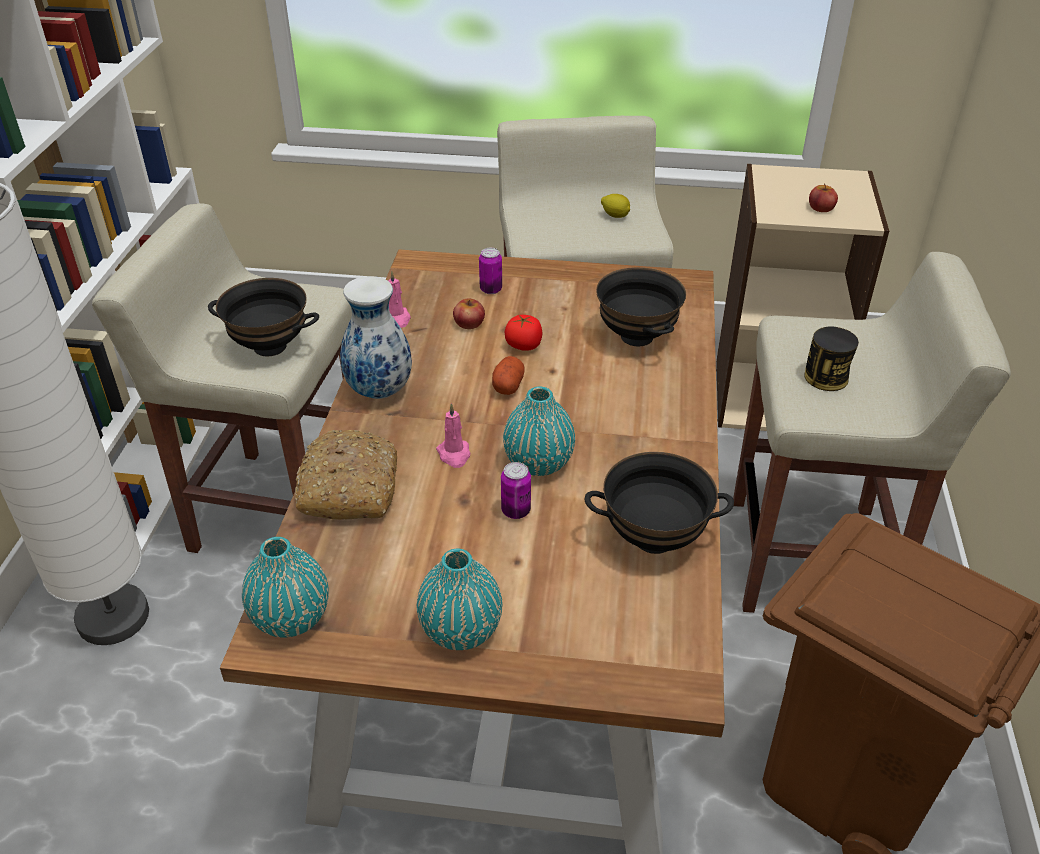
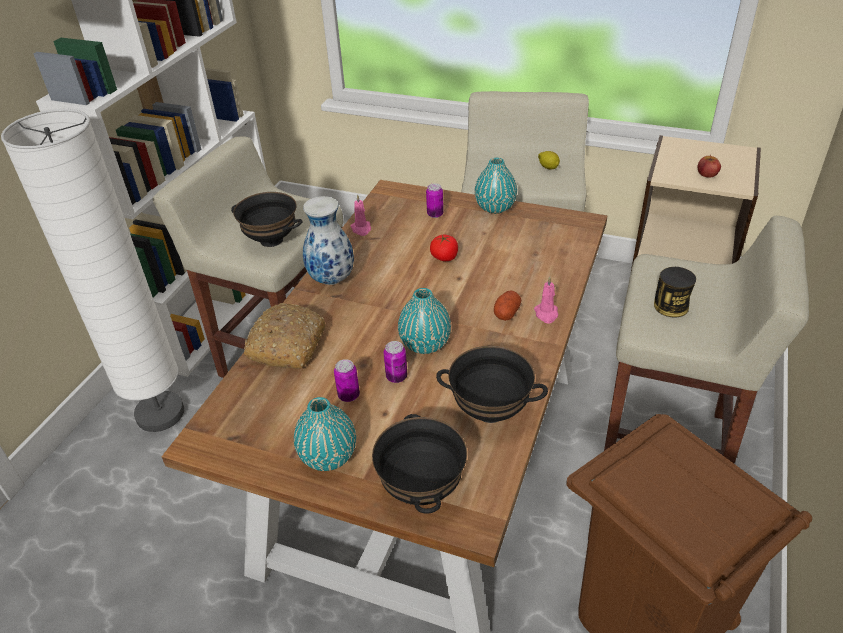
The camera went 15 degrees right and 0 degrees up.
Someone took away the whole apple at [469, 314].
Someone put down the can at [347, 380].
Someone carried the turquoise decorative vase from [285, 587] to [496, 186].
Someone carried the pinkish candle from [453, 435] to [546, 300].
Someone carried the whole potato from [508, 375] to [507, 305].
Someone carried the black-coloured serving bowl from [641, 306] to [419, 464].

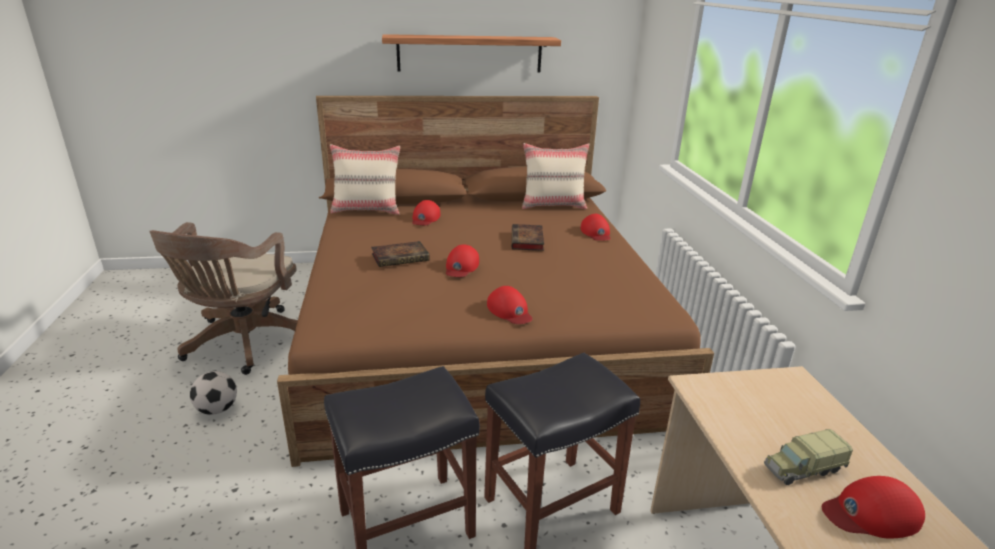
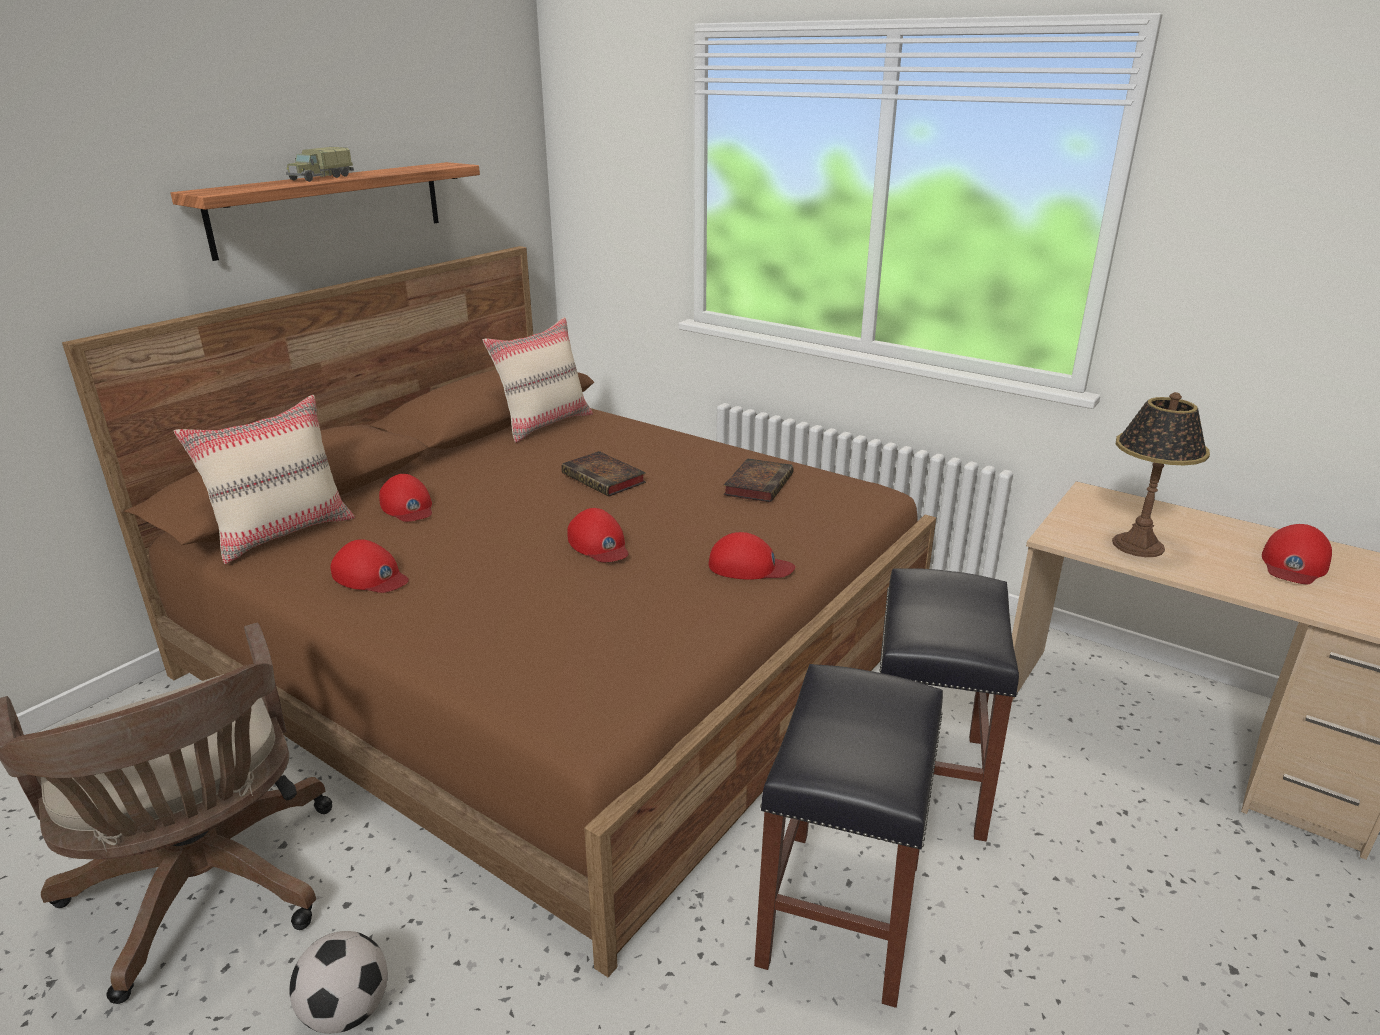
The camera went 45 degrees left and 0 degrees up.
Someone put down the lamp for a table at [1161, 474].
Someone carried the volume from [400, 254] to [758, 480].
Someone carried the reddish cap from [596, 227] to [369, 566].
Someone carried the toy lorry from [808, 457] to [320, 164].

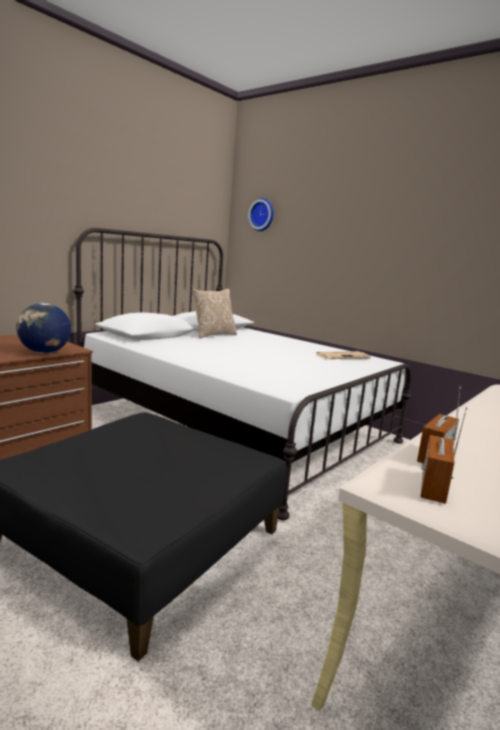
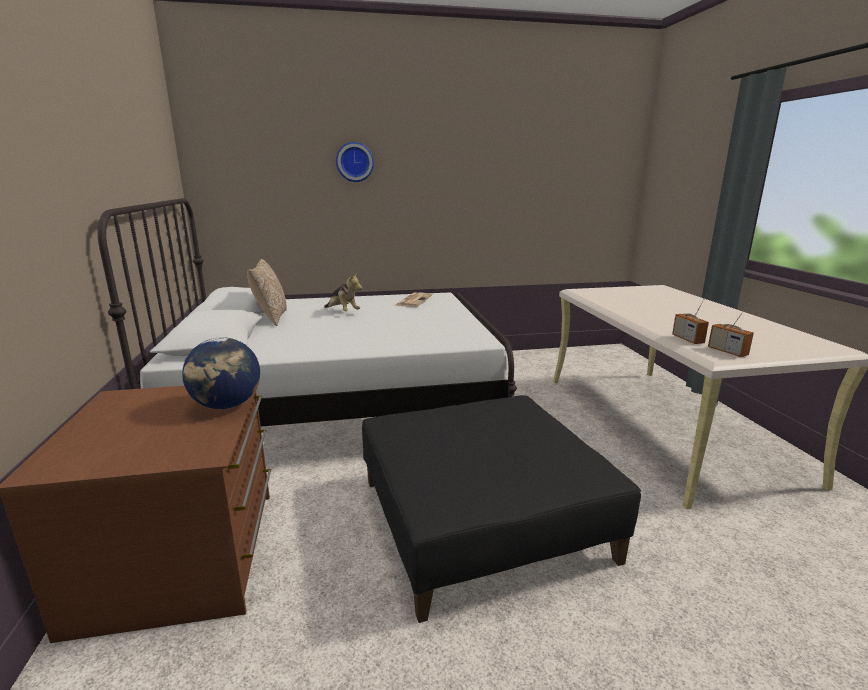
The camera went 50 degrees left and 5 degrees up.
Someone put down the cuddly toy at [343, 292].
Someone carried the clock on the wall from [261, 214] to [355, 162].

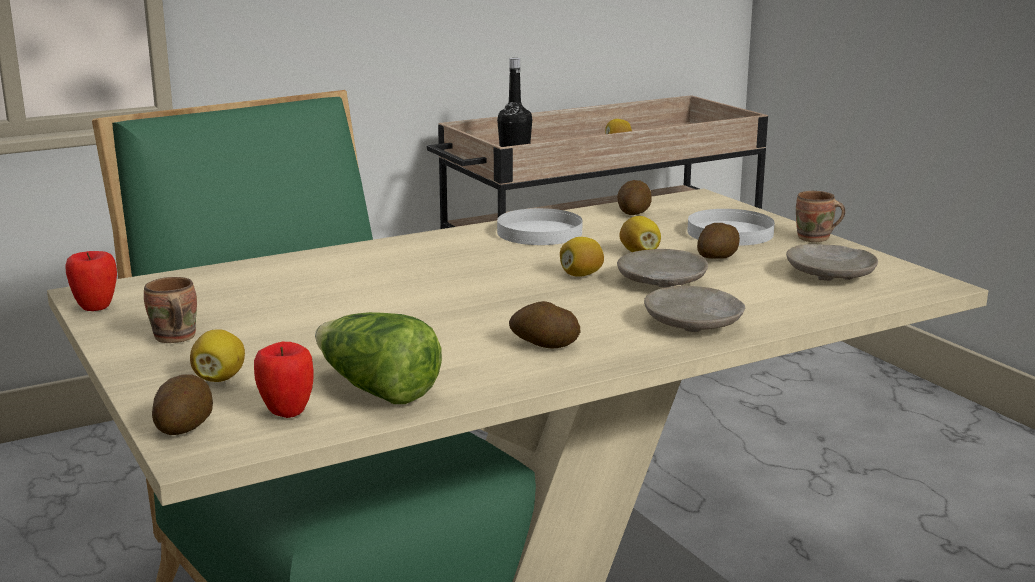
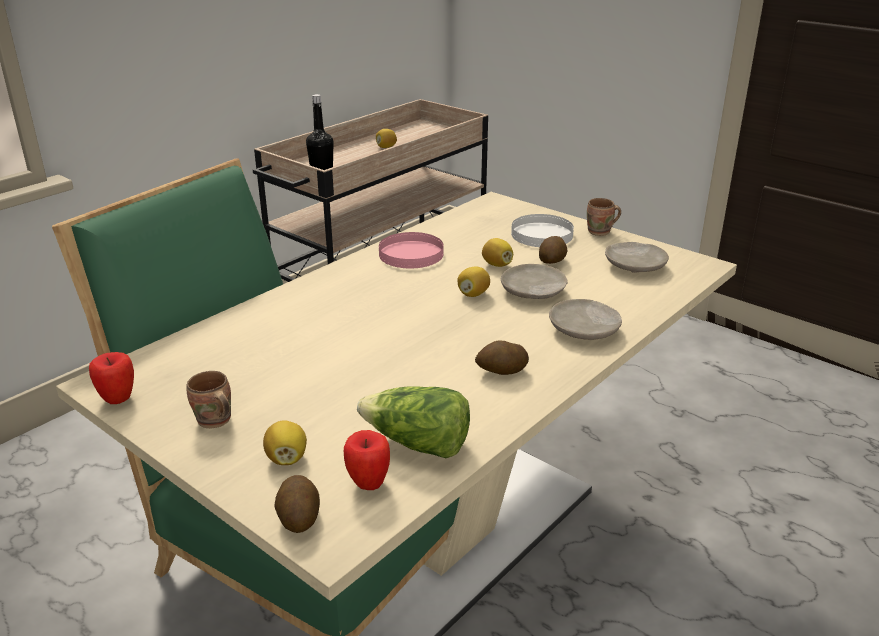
The camera went 20 degrees left and 10 degrees up.
Someone took away the whole potato at [634, 197].
Someone repainted the white flat dish at [540, 226], which became the pinkish flat dish at [411, 250].

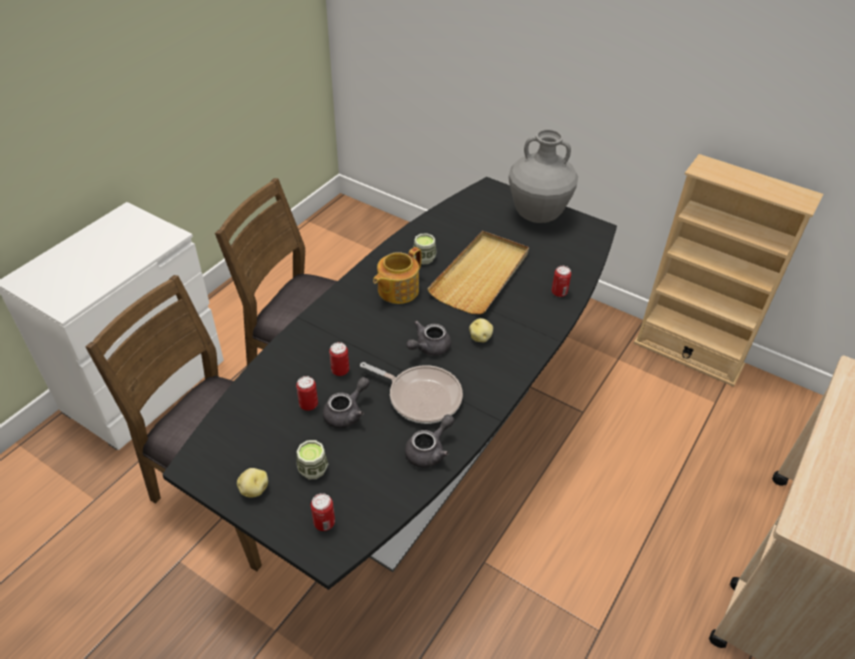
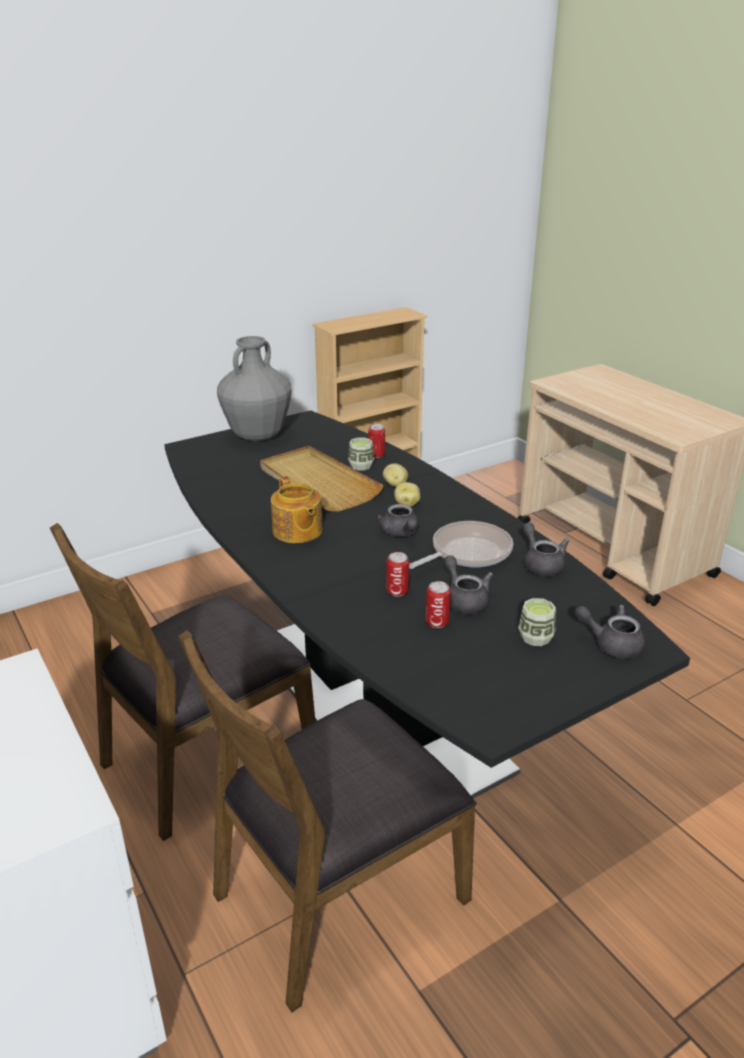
The camera went 65 degrees left and 15 degrees down.
Someone carried the whole potato from [252, 483] to [395, 475].
Someone carried the drinking cup from [425, 248] to [361, 454].
Someone swapped the can at [323, 512] for the greyish pot for tea at [609, 632].

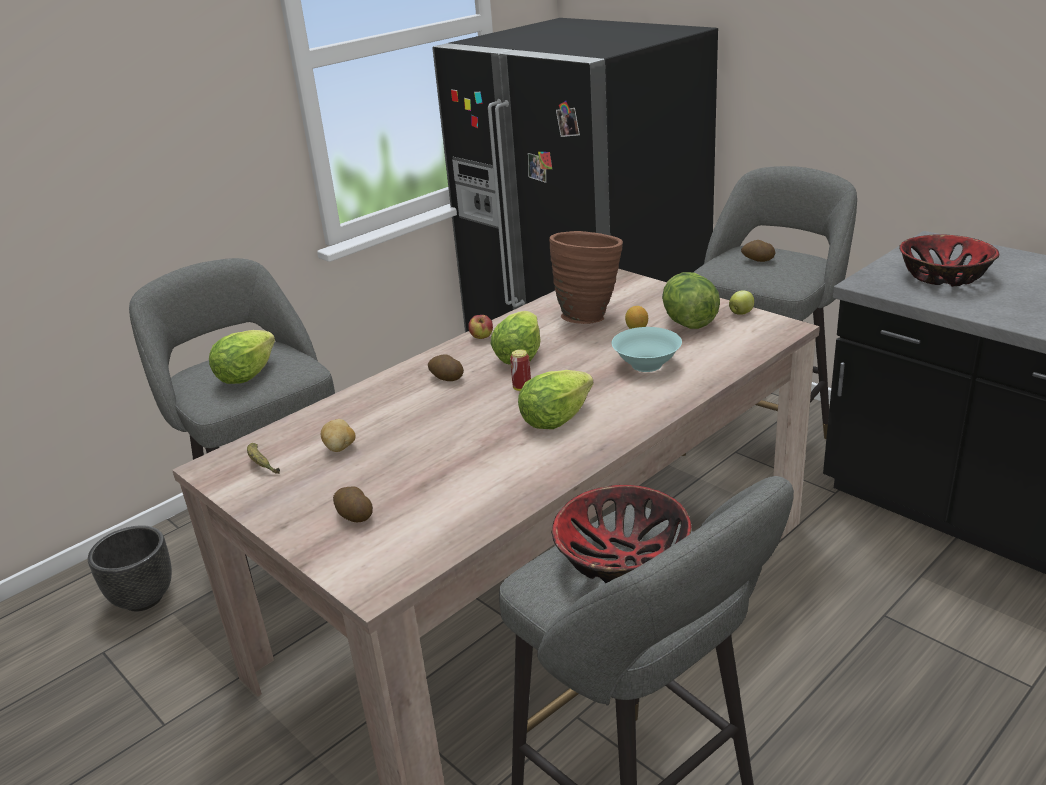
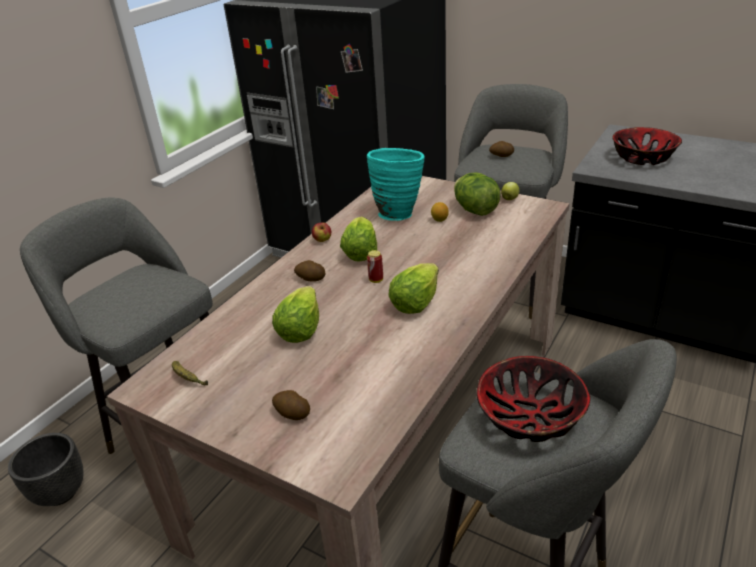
The camera went 15 degrees left and 5 degrees up.
Someone took away the whole potato at [338, 435].
Someone took away the turquoise serving bowl at [647, 349].
Someone carried the head of lettuce from [242, 357] to [295, 314].
Someone repainted the brown-coloured decorative vase at [586, 277], which became the turquoise decorative vase at [396, 184].

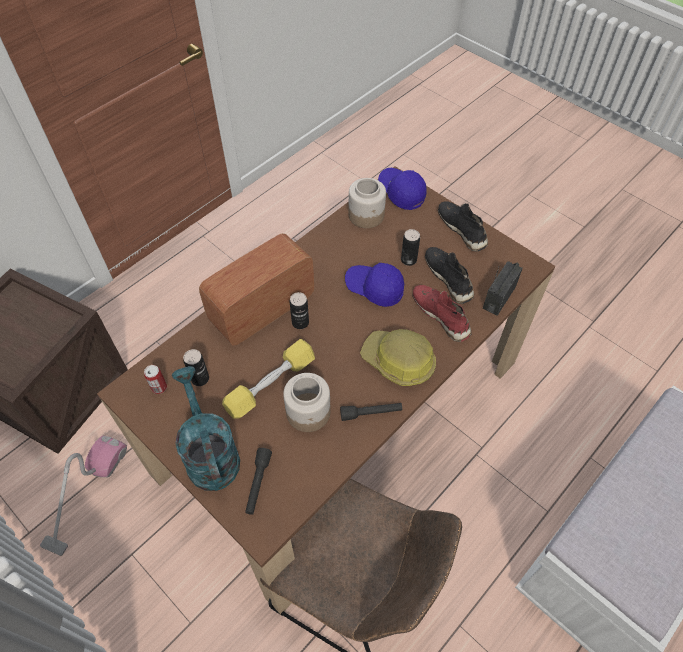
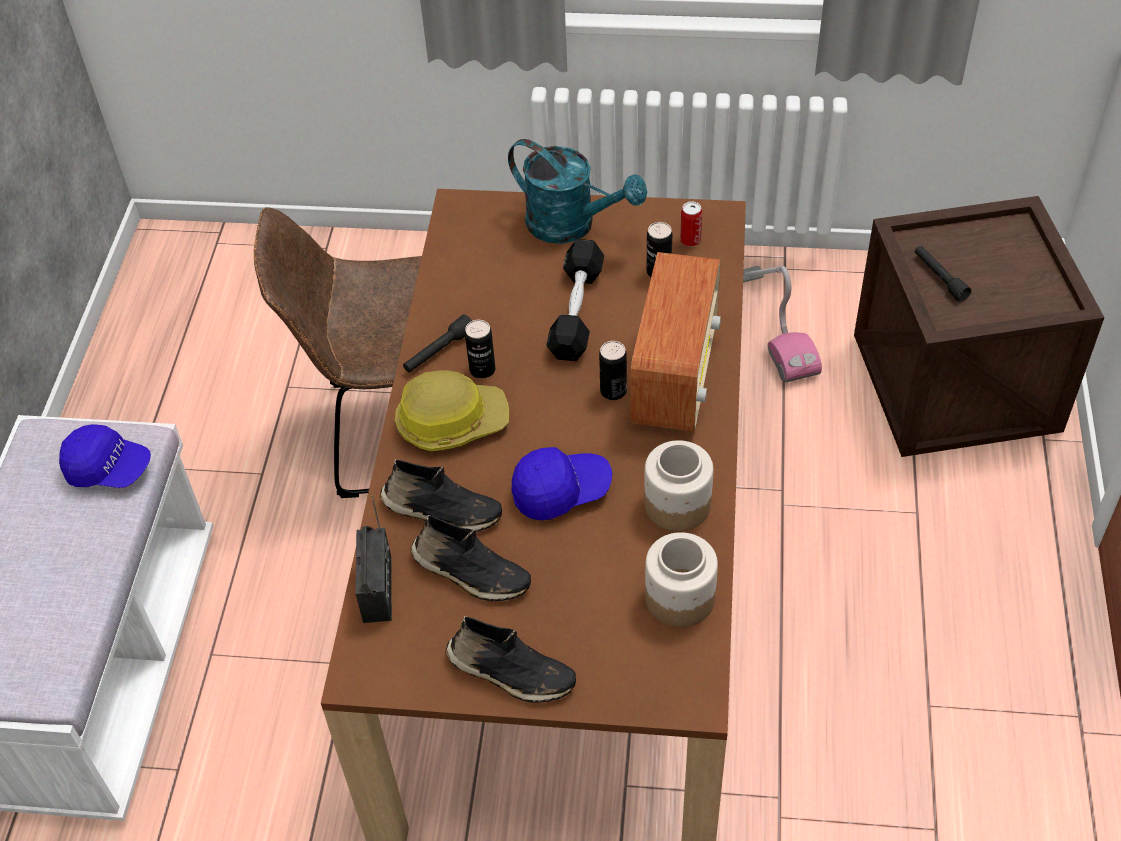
The camera went 145 degrees right and 5 degrees down.
Someone carried the black-coloured torch from [258, 481] to [943, 274].
Someone carried the storage jar from [307, 402] to [679, 485].
Someone carried the blue cap from [402, 189] to [105, 456].
Someone carried the can from [410, 247] to [480, 349].
Someone repainted the yellow-coloured hand weight at [268, 379], which became the black-coloured hand weight at [575, 300].
Someone repainted the reddish shoe at [441, 313], which became the black-coloured shoe at [441, 495].

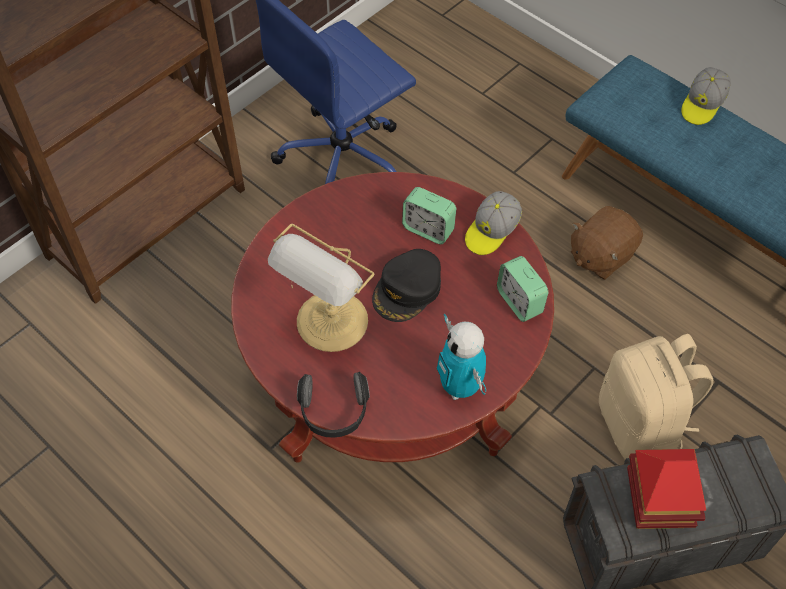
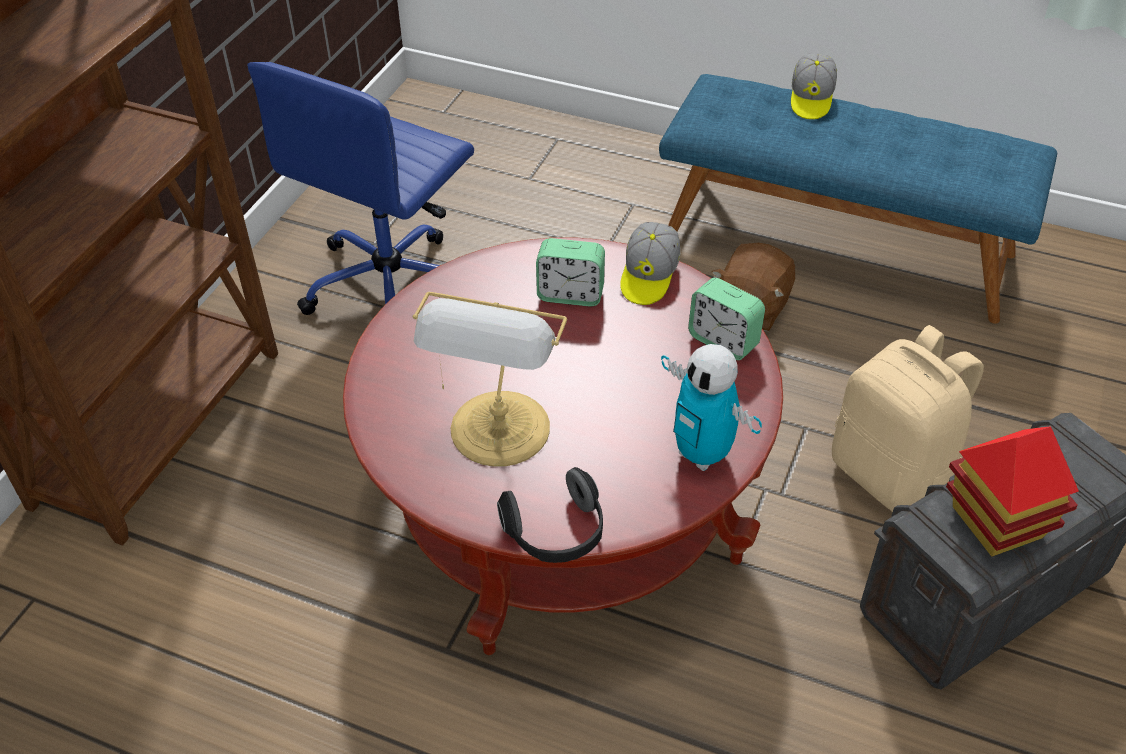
The camera went 20 degrees left and 10 degrees down.
Someone took away the black-coloured cap at [406, 285].

